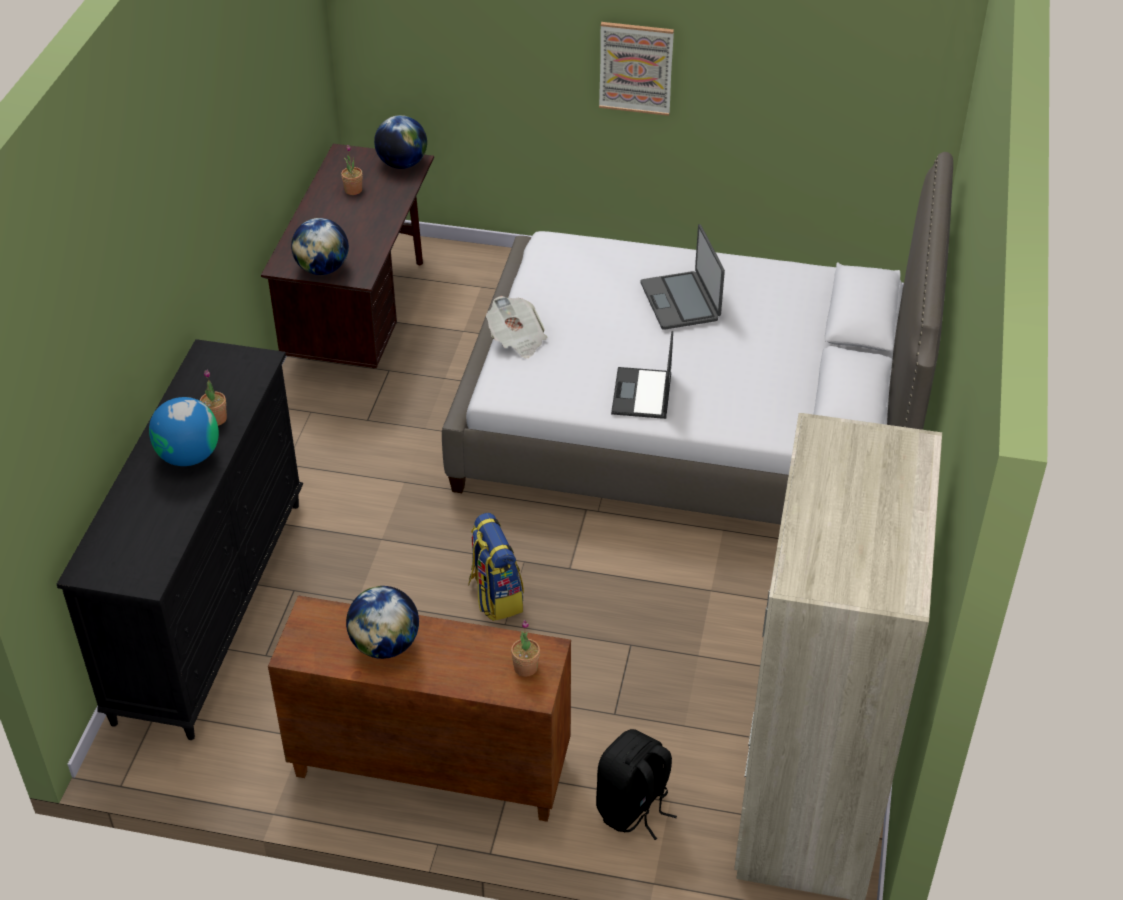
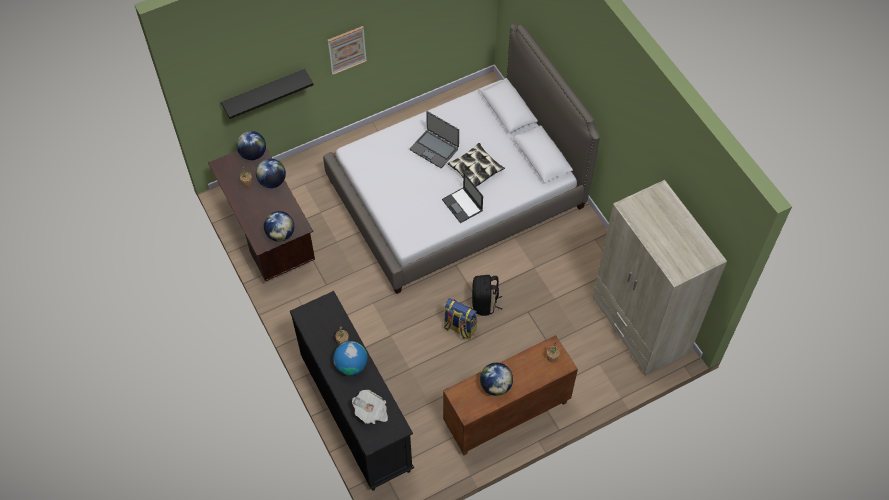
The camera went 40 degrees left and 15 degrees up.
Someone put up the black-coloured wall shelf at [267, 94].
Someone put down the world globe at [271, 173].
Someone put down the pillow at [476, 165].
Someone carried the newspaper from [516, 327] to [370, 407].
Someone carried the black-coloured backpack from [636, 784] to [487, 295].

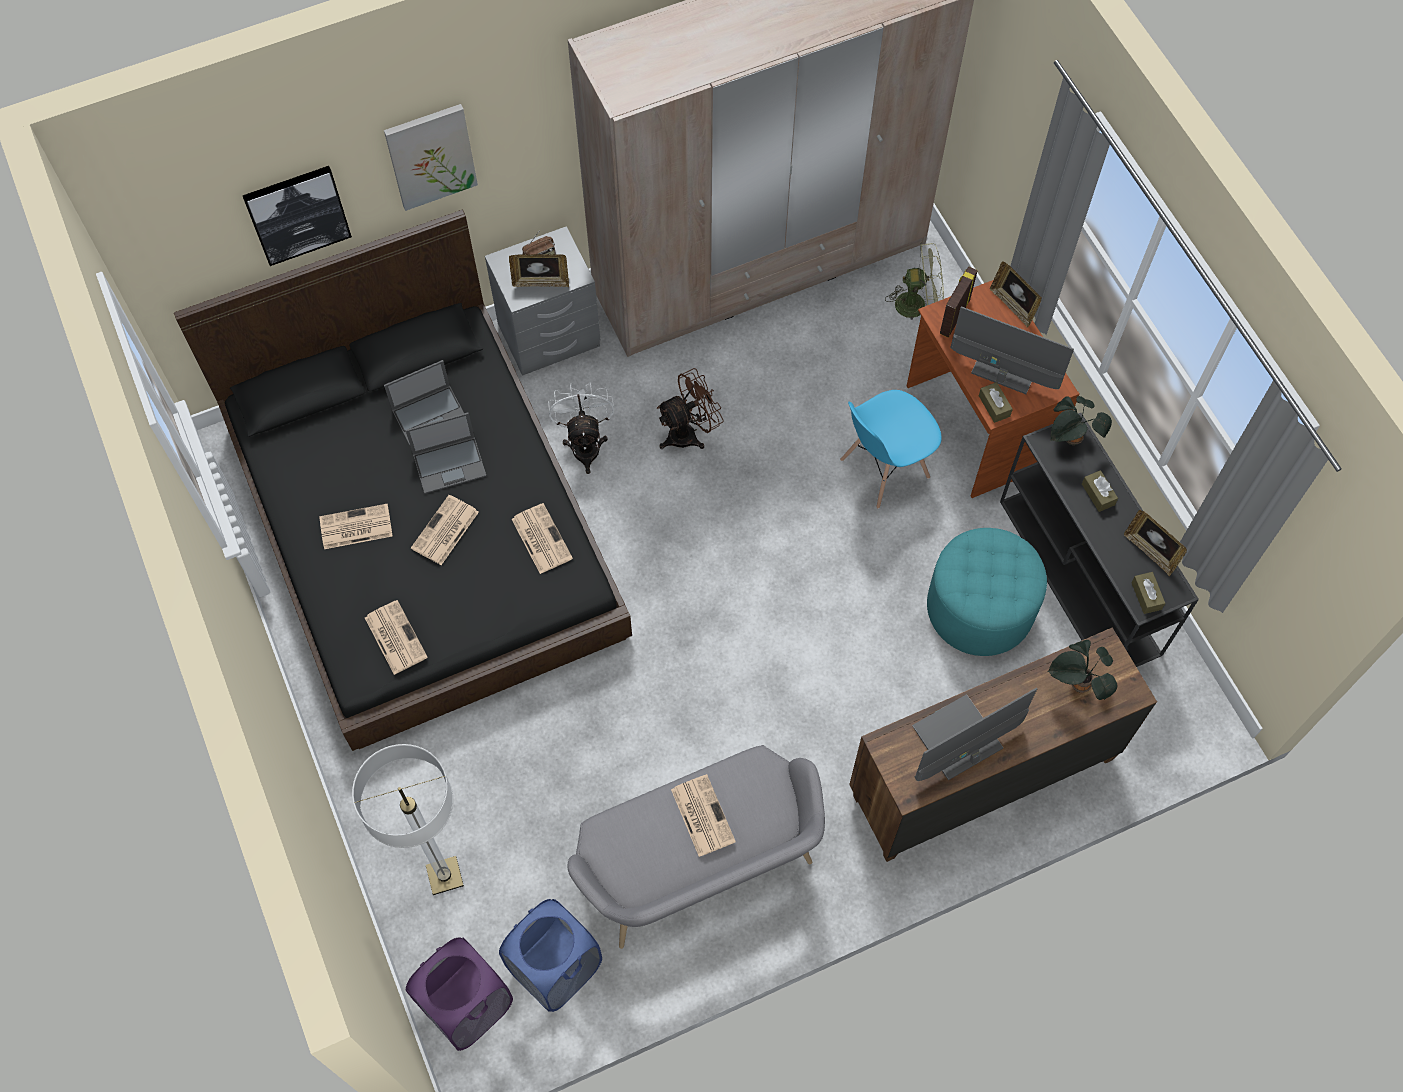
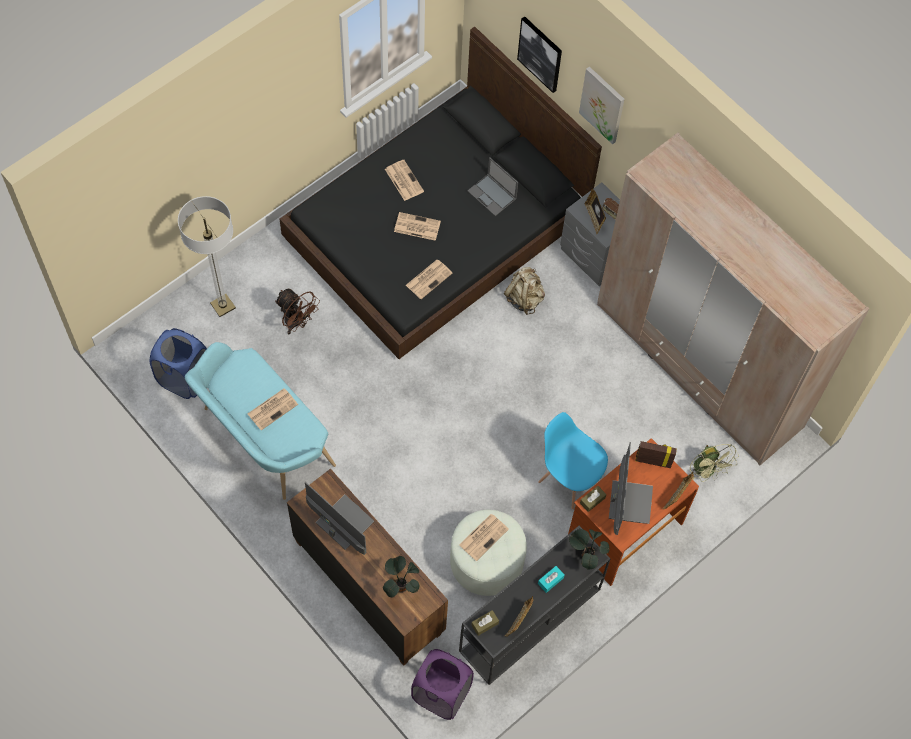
The camera went 70 degrees right and 0 degrees up.
Someone took away the portable computer at [446, 453].
Someone carried the newspaper from [396, 637] to [484, 537].
Someone carried the purplish hamper from [459, 994] to [442, 684].
Someone carried the brown-coloured cooling fan from [690, 408] to [297, 311].
Someone swapped the white cooling fan at [581, 428] for the beige-coloured backpack at [524, 291].
Someone repainted the greyish indoor bench at [696, 847], which became the turquoise indoor bench at [260, 421].
Someone repainted the turquoise pouffe at [987, 592], which became the white pouffe at [488, 553].
Someone repainted the brown-coloured box of tissues at [1100, 491], which became the turquoise box of tissues at [551, 579].

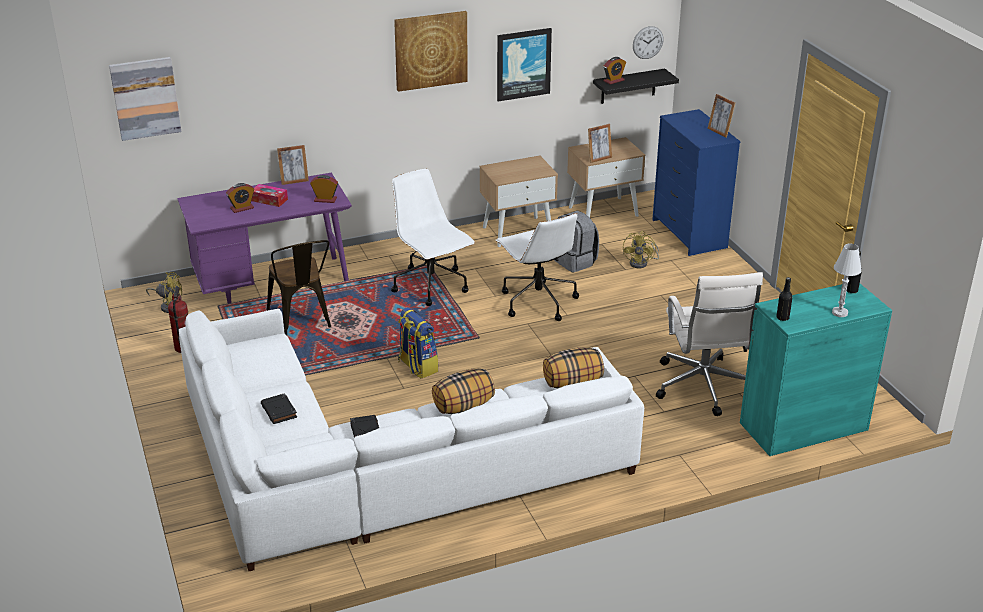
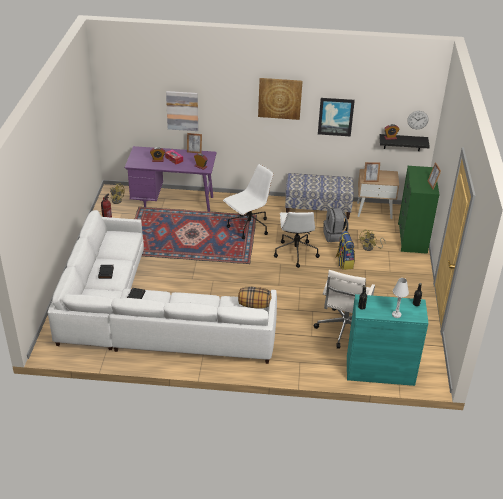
The camera went 25 degrees right and 5 degrees up.
Someone took away the brown-coloured upright chair at [298, 288].
Someone took away the pillow at [463, 391].
Someone carried the wall picture from [145, 99] to [182, 111].
Someone carried the backpack from [418, 342] to [345, 250].
Someone swapped the beige-coloured bedside table at [519, 201] for the indoor bench at [319, 196].
Someone repainted the blue drawer chest at [696, 182], which became the green-coloured drawer chest at [419, 210].
Someone rotated the white office chair at [433, 237] by 60 degrees clockwise.

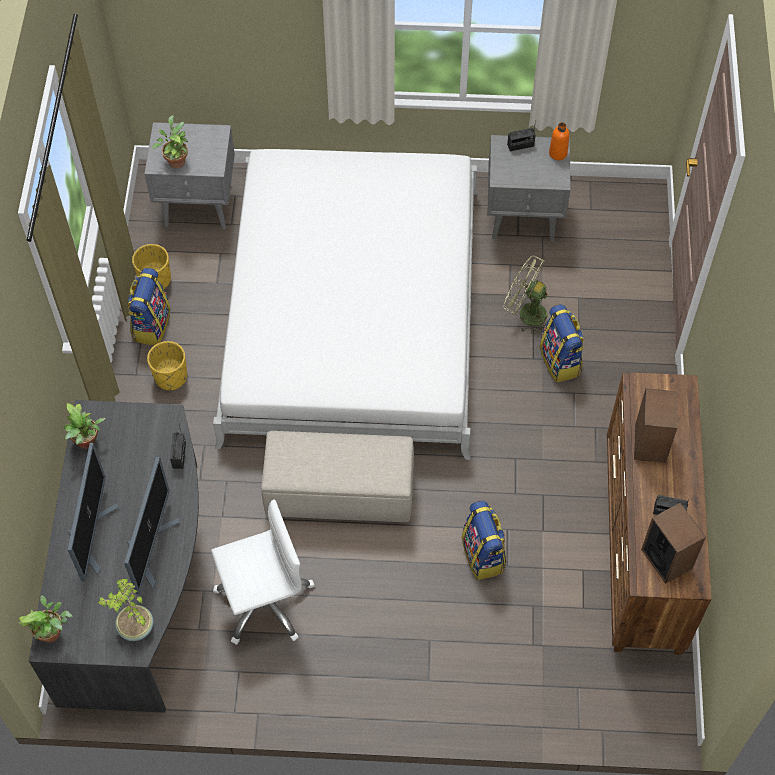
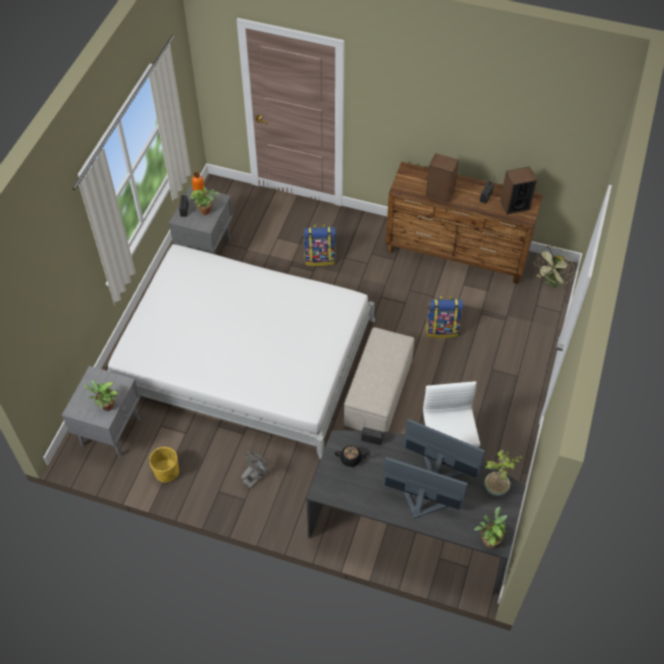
The camera went 75 degrees left and 5 degrees down.
Someone took away the backpack at [149, 306].
Someone put down the black-coloured pot for tea at [352, 456].
Someone carried the houseplant from [85, 426] to [205, 201].
Someone carried the green-coloured cooling fan from [525, 295] to [554, 268].
Someone swapped the yellow-coloured planter at [167, 366] for the greyish cooling fan at [255, 470].

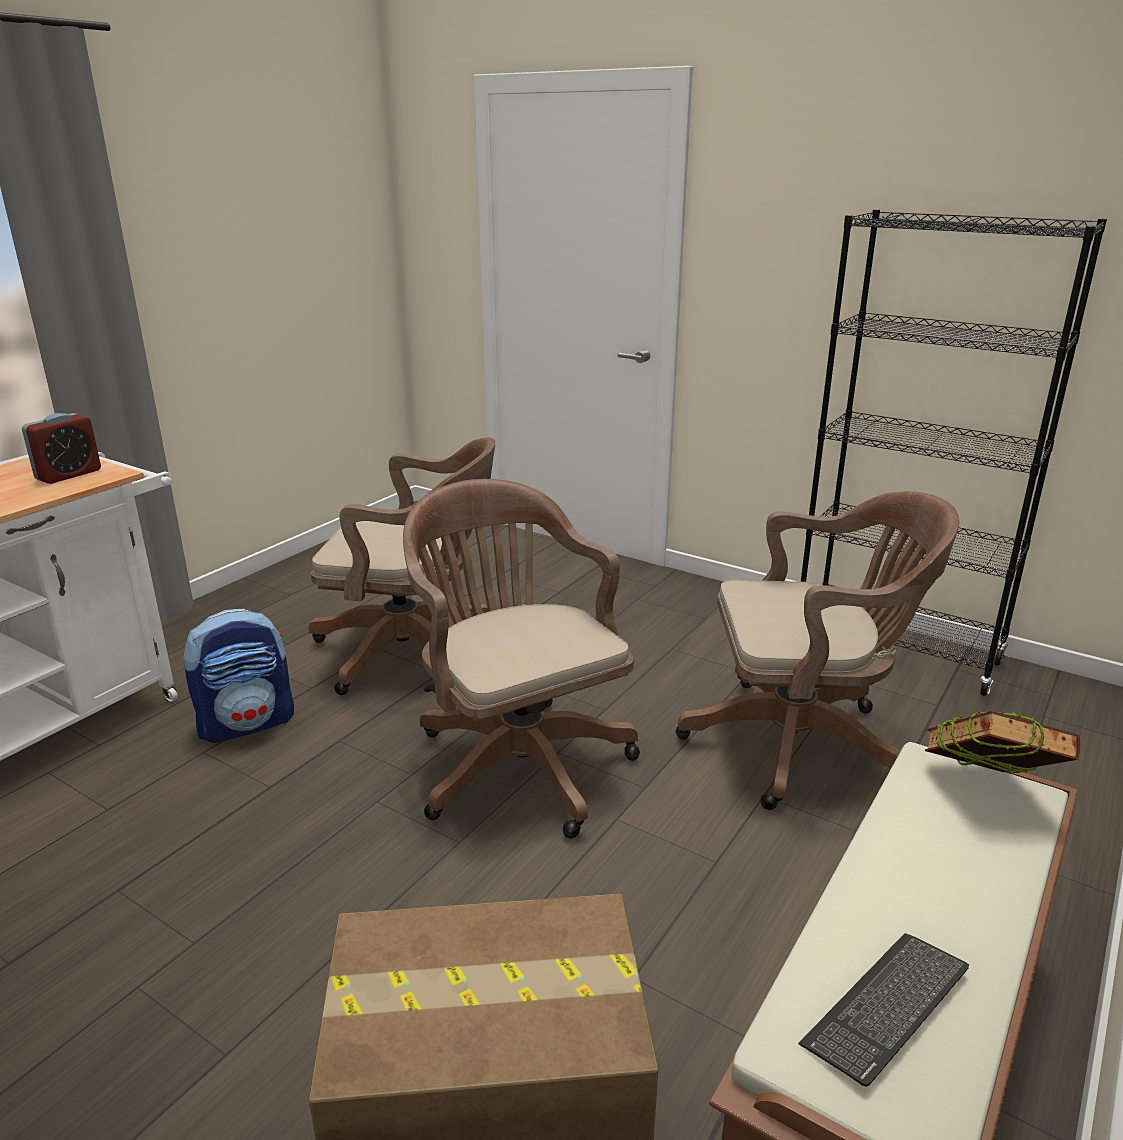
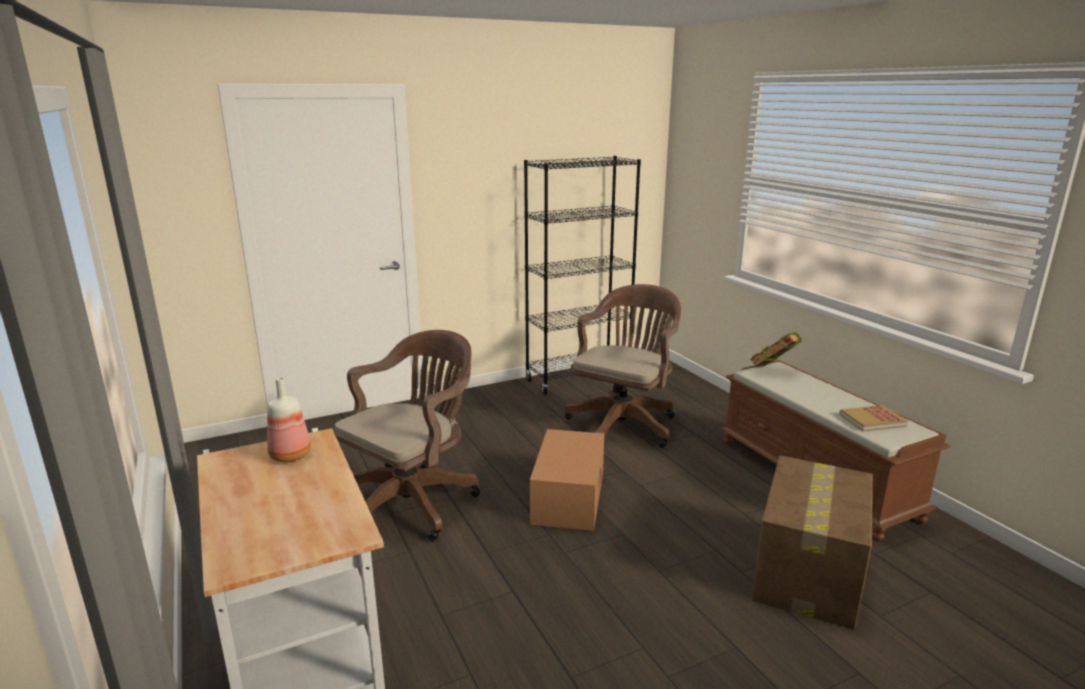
The camera went 60 degrees left and 5 degrees down.
Someone took away the backpack at [238, 675].
Someone swapped the alarm clock at [61, 448] for the beverage bottle at [289, 419].
Someone swapped the brown-coloured office chair at [521, 658] for the carton at [567, 480].
Someone swapped the keyboard at [883, 1010] for the volume at [874, 418].

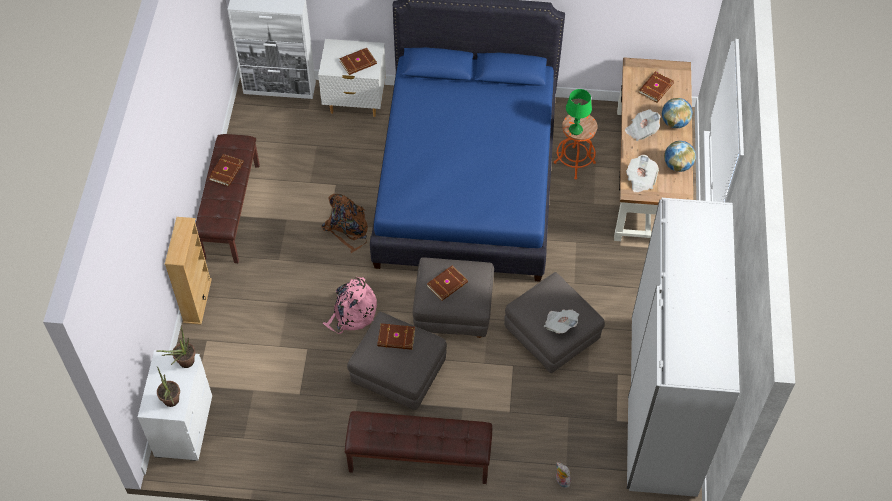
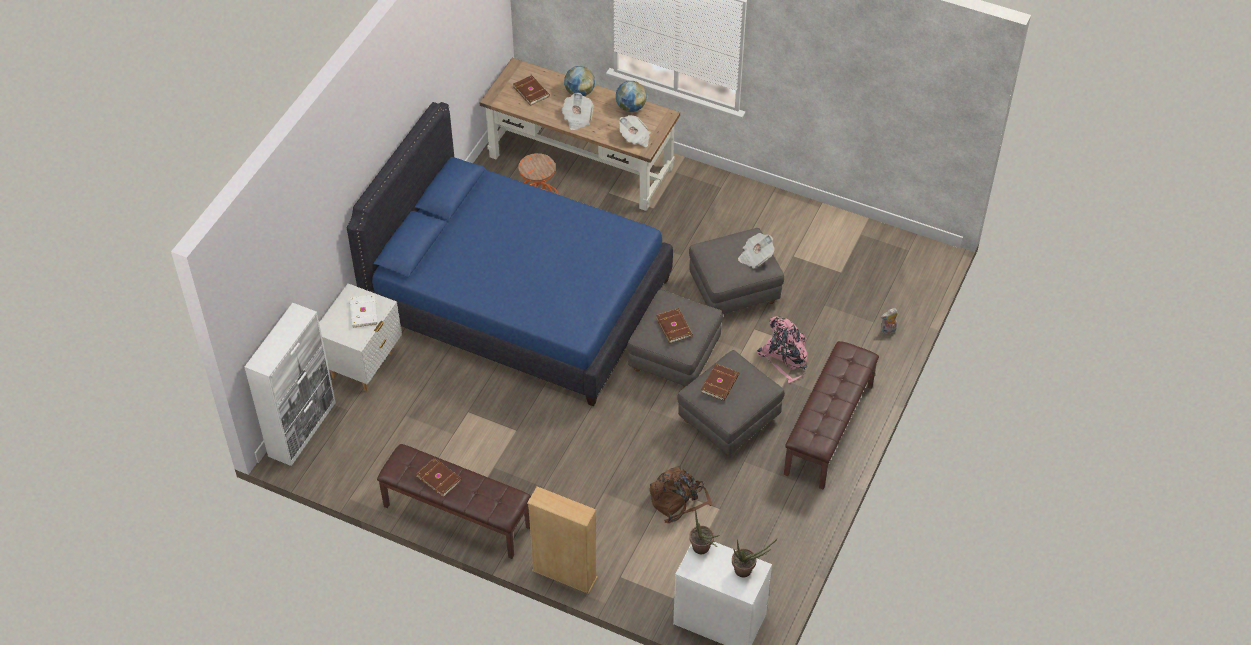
The camera went 70 degrees left and 5 degrees down.
Someone took away the green-coloured lamp for a table at [579, 112].
Someone took away the white armoire at [683, 347].
Someone carried the brown-coloured backpack from [344, 223] to [681, 494].
Someone carried the pinkish backpack from [350, 305] to [782, 349].
Someone repainted the brown-coloured volume at [358, 61], which became the white volume at [364, 311].

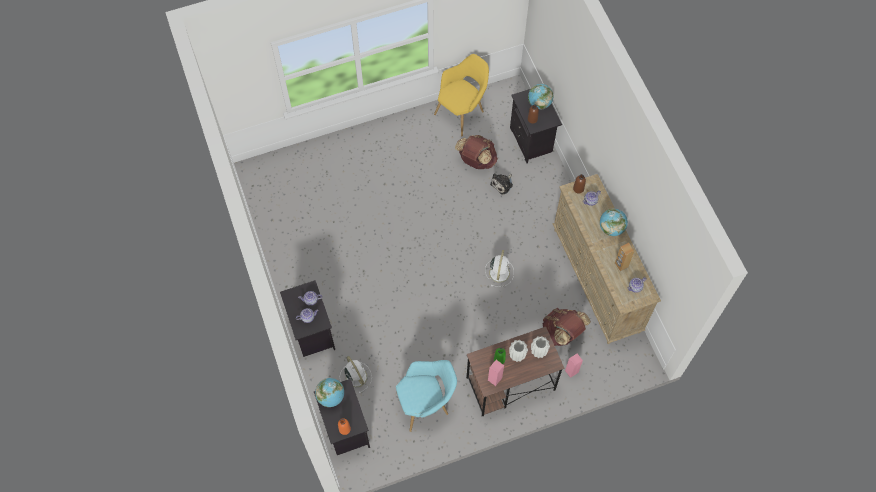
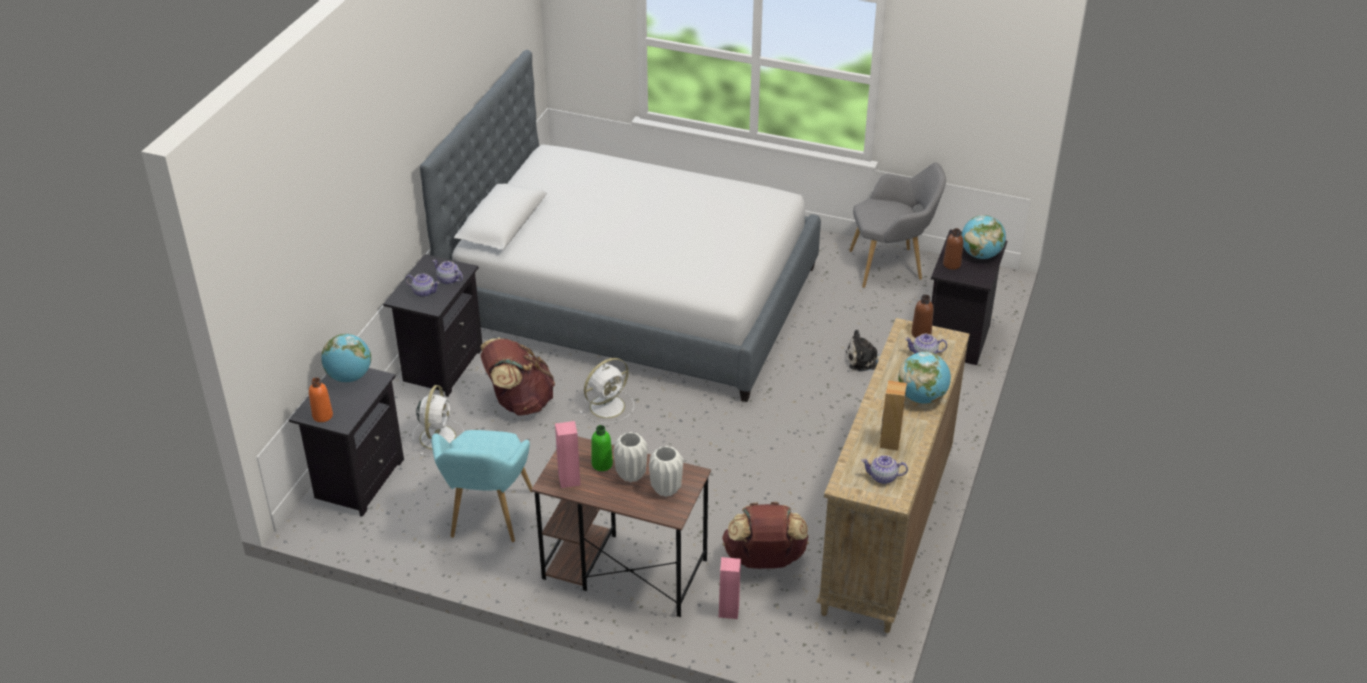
The camera went 40 degrees right and 25 degrees down.
Someone put down the sleeping bed at [620, 226].
Someone carried the brown-coloured backpack from [476, 152] to [517, 377].
Someone carried the white cooling fan from [499, 268] to [607, 391].
Someone repainted the yellow-coloured armchair at [461, 95], which became the greyish armchair at [897, 225].
Someone rotated the turquoise armchair at [426, 396] by 75 degrees clockwise.

